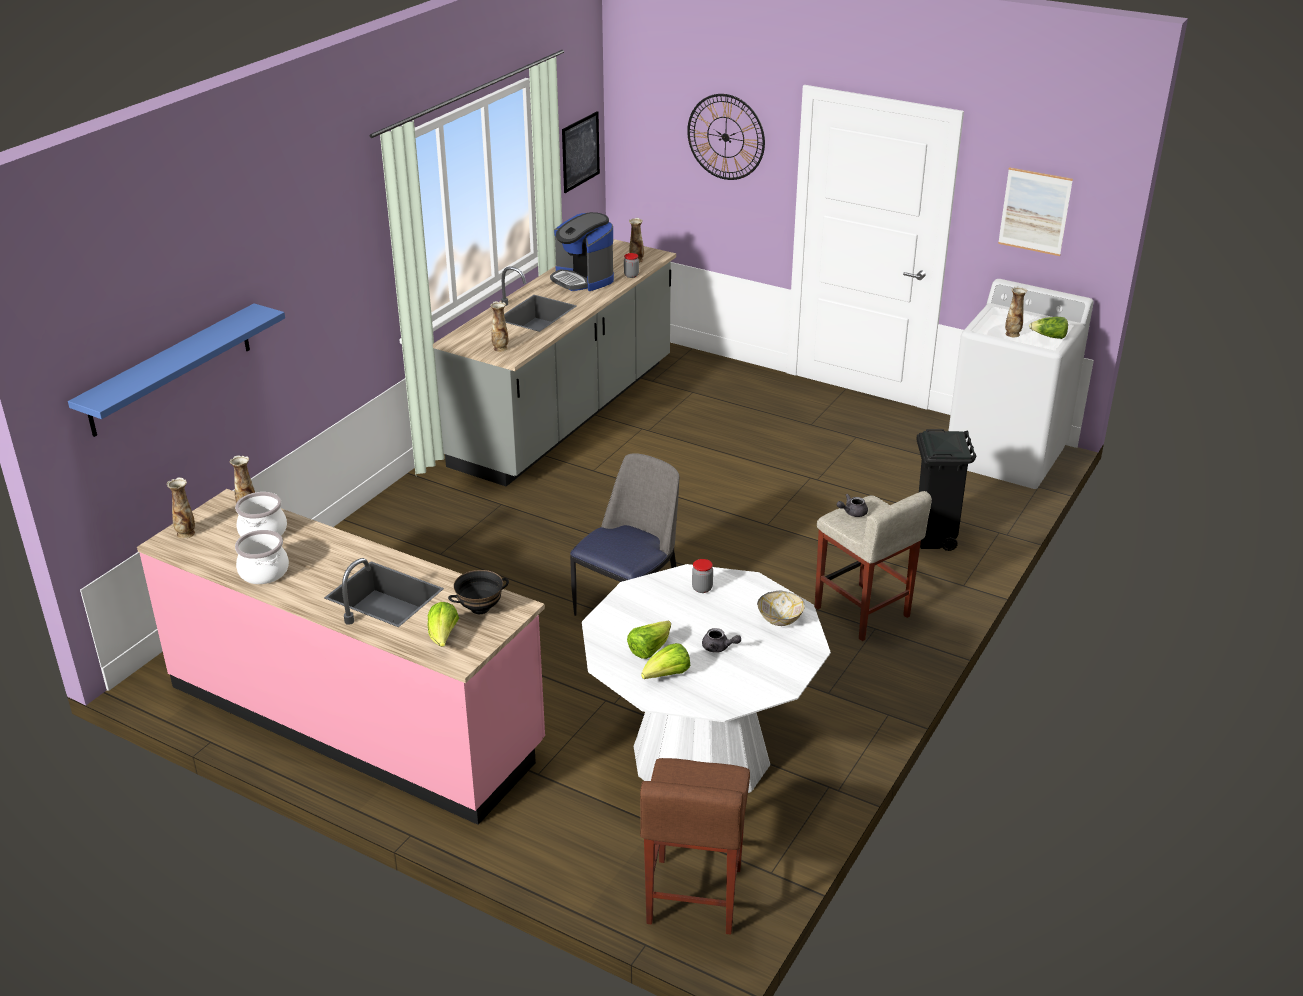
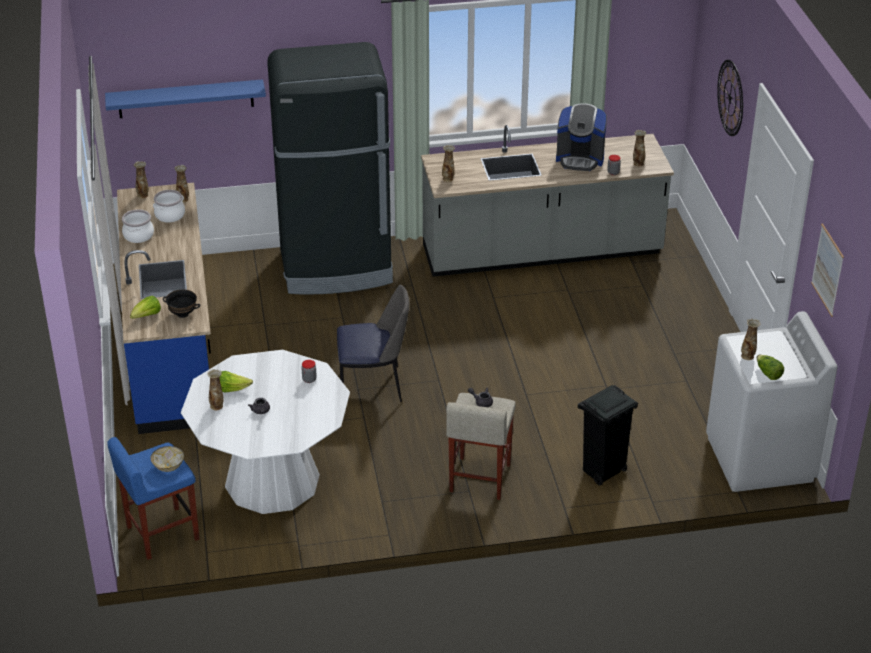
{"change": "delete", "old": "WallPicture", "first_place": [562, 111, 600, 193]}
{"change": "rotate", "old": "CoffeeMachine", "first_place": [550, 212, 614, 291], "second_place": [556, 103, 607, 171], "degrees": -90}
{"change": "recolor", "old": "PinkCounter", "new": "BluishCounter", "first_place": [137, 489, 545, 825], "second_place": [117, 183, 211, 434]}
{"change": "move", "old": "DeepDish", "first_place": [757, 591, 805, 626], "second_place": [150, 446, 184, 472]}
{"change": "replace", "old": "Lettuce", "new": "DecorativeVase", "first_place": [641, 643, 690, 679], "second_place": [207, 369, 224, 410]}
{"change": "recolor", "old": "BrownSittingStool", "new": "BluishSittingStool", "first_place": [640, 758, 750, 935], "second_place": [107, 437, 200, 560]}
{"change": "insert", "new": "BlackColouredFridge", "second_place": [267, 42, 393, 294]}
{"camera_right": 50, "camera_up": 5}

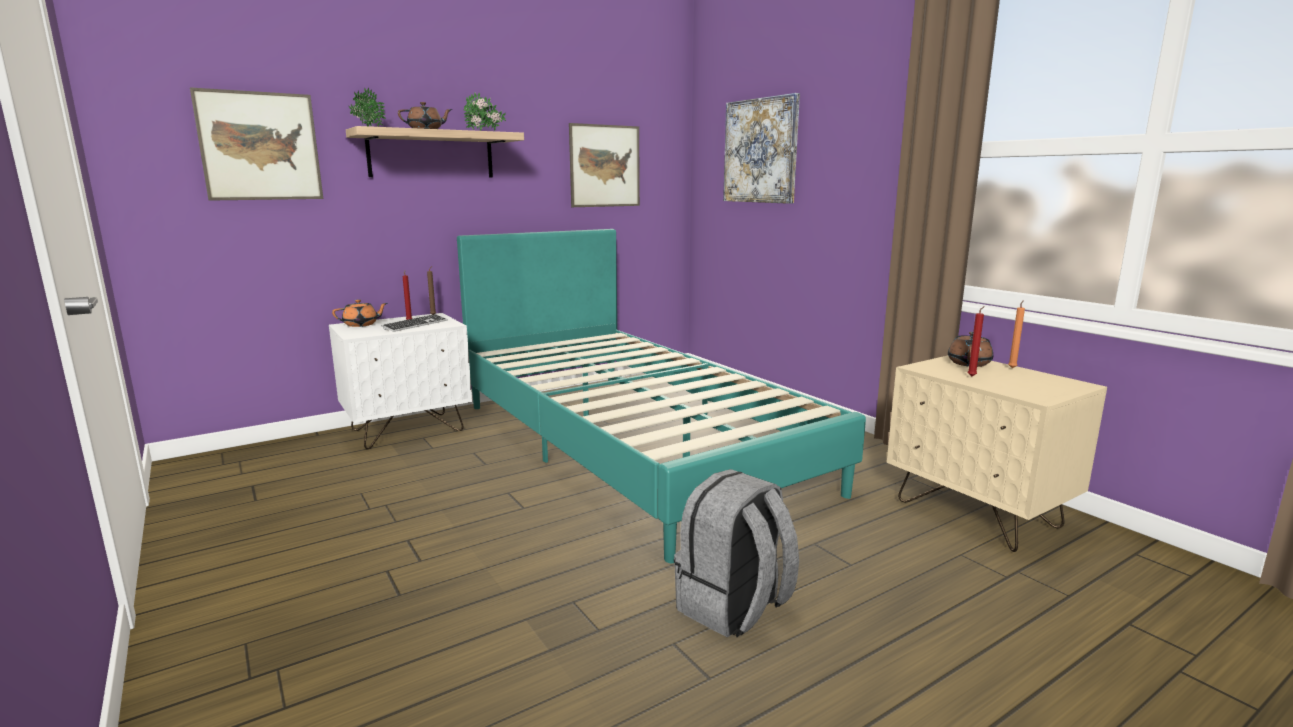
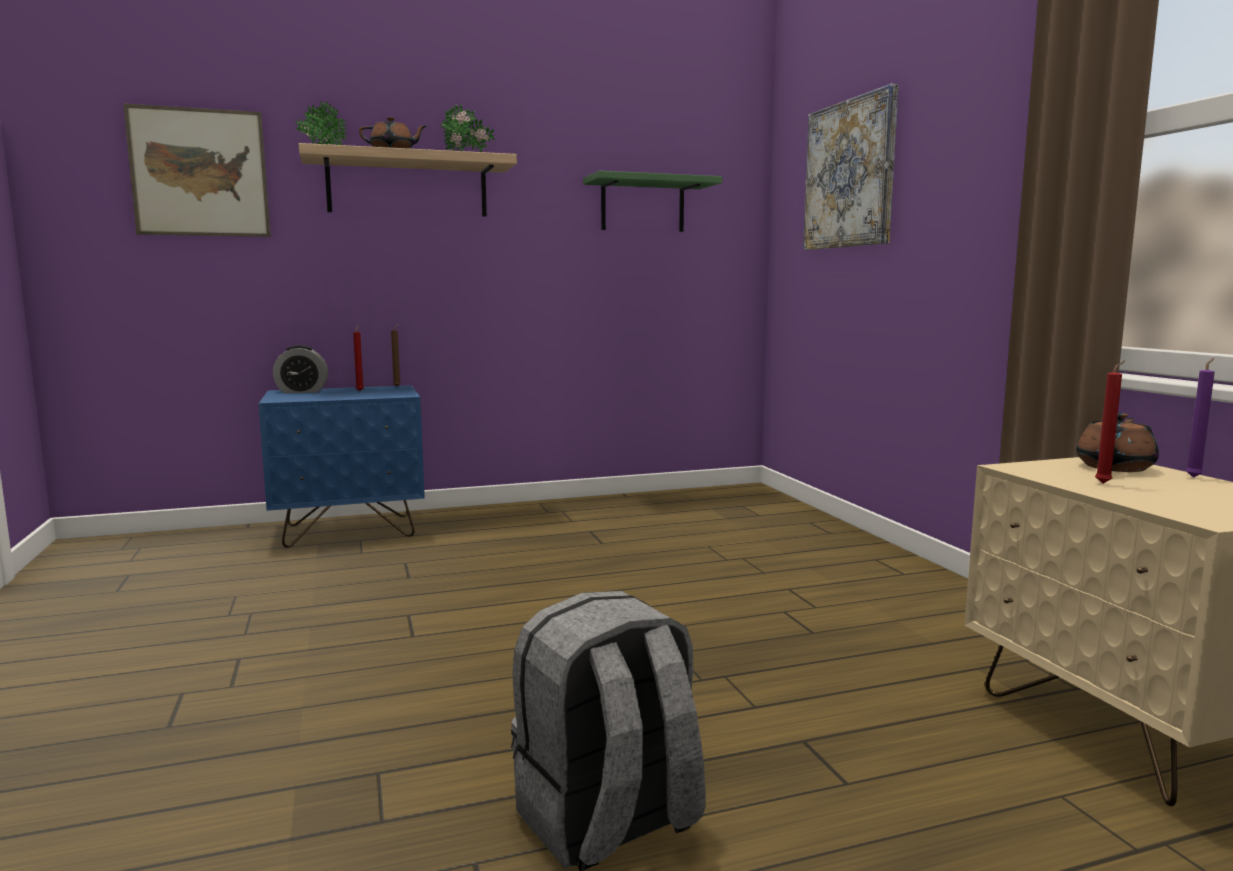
{"change": "replace", "old": "WallPicture", "new": "GreenColouredShelf", "first_place": [569, 123, 640, 207], "second_place": [583, 171, 722, 232]}
{"change": "delete", "old": "TurquoiseColouredBedroomBed", "first_place": [457, 229, 866, 563]}
{"change": "replace", "old": "OrangeyTeaPot", "new": "BedsideClock", "first_place": [332, 299, 387, 327], "second_place": [273, 345, 328, 393]}
{"change": "recolor", "old": "OrangeyWaxCandle", "new": "PurpleWaxCandle", "first_place": [1008, 300, 1025, 368], "second_place": [1185, 358, 1215, 478]}
{"change": "recolor", "old": "WhiteColouredNightstand", "new": "BluishNightstand", "first_place": [329, 313, 472, 449], "second_place": [258, 385, 425, 548]}
{"change": "delete", "old": "ComputerKeyboard", "first_place": [381, 314, 448, 332]}
{"camera_right": 15, "camera_up": -5}

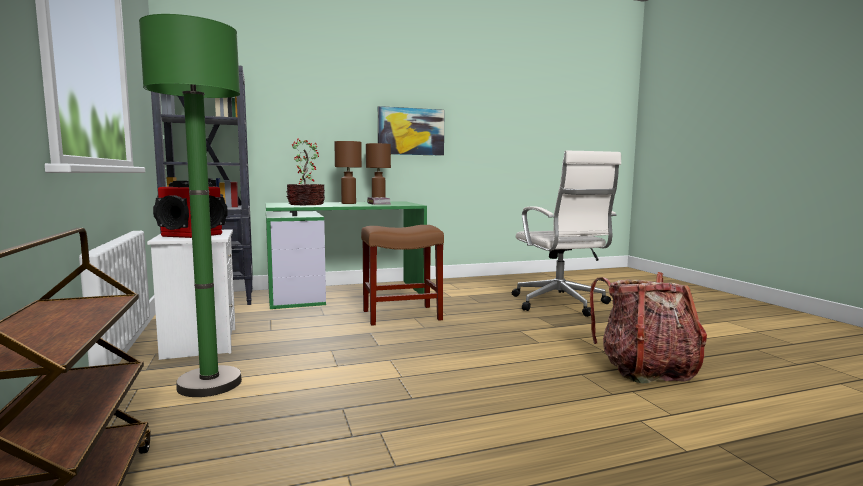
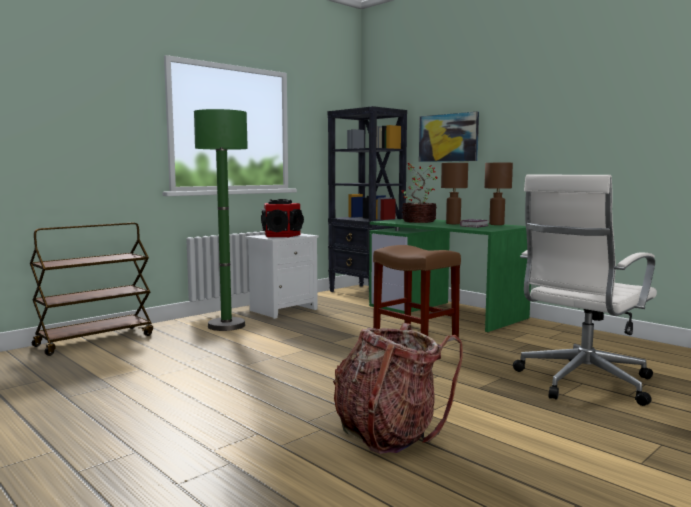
{"change": "move", "old": "WallPicture", "first_place": [378, 106, 445, 156], "second_place": [419, 112, 479, 162]}
{"camera_right": 65, "camera_up": 0}

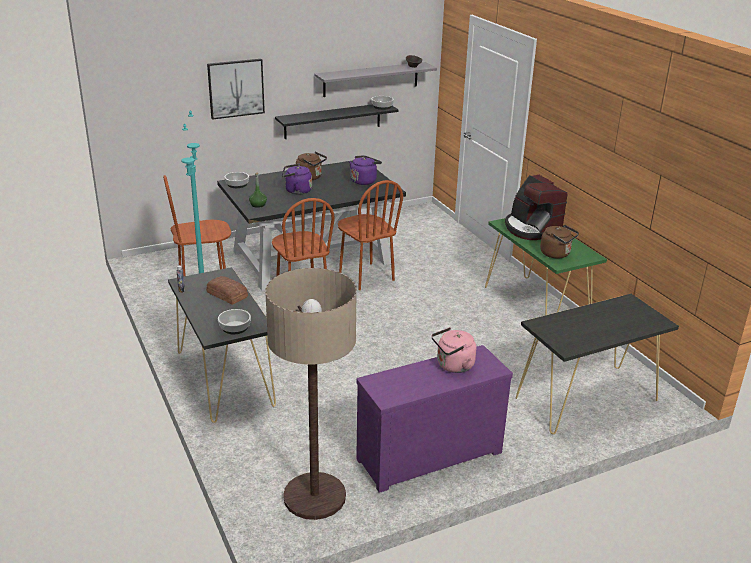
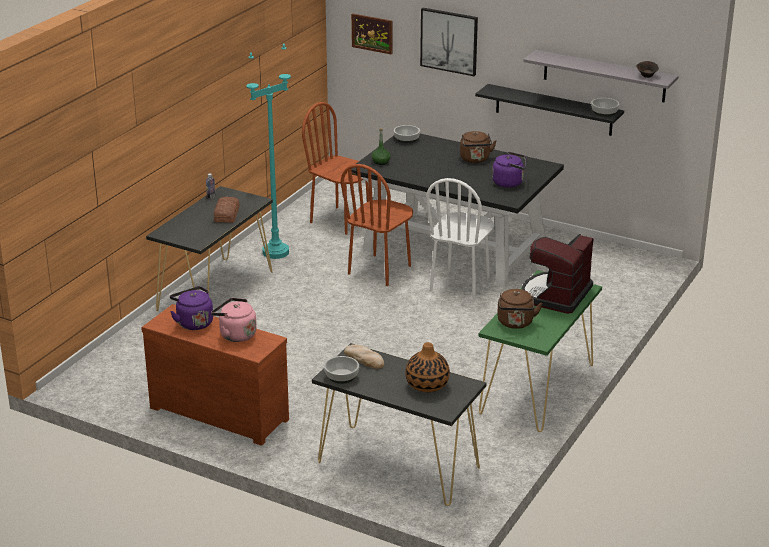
{"change": "move", "old": "PurpleWaterKettle", "first_place": [282, 164, 312, 195], "second_place": [170, 286, 213, 330]}
{"change": "recolor", "old": "BrownUprightChair", "new": "WhiteColouredUprightChair", "first_place": [338, 180, 403, 290], "second_place": [426, 178, 494, 300]}
{"change": "delete", "old": "StandingLamp", "first_place": [265, 268, 357, 520]}
{"change": "move", "old": "DeepDish", "first_place": [218, 309, 251, 334], "second_place": [324, 356, 359, 384]}
{"change": "recolor", "old": "PurpleChestOfDrawers", "new": "BrownChestOfDrawers", "first_place": [356, 345, 513, 493], "second_place": [141, 304, 289, 446]}
{"change": "insert", "new": "WallPicture", "second_place": [351, 13, 393, 55]}
{"change": "insert", "new": "DecorativeVase", "second_place": [405, 342, 450, 392]}
{"change": "insert", "new": "BakeryBread", "second_place": [344, 344, 384, 369]}
{"camera_right": 55, "camera_up": 0}

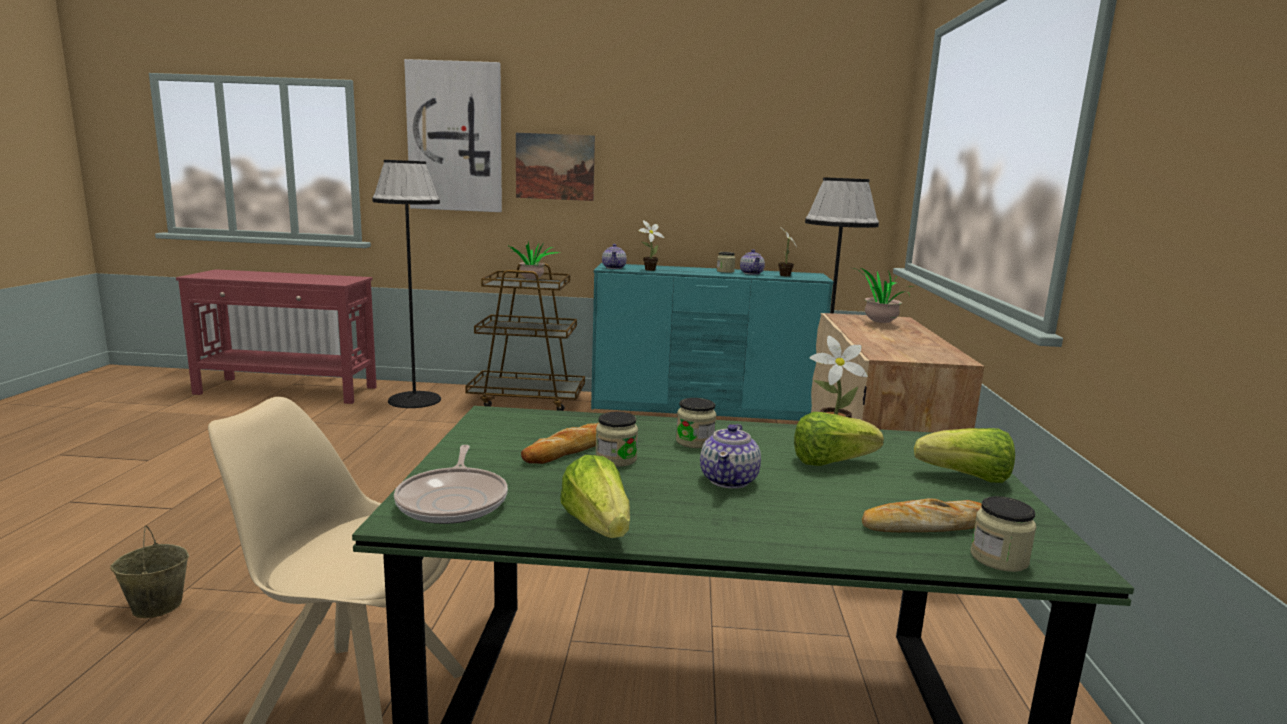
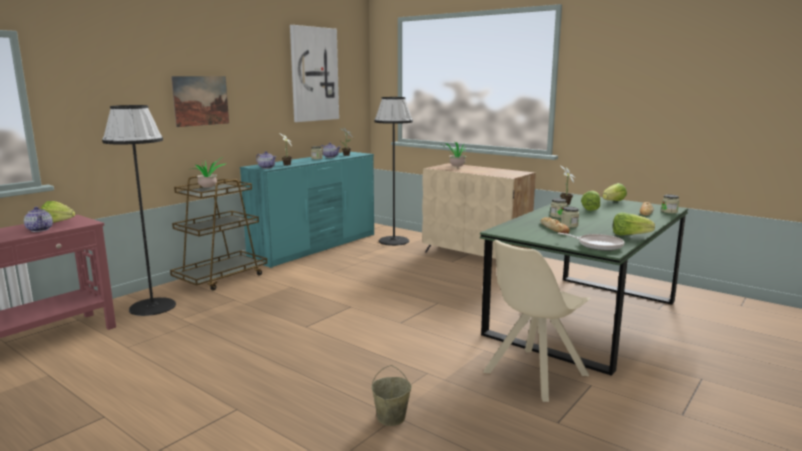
{"change": "move", "old": "WallPicture", "first_place": [404, 59, 502, 212], "second_place": [290, 25, 339, 122]}
{"change": "move", "old": "TeaPot", "first_place": [700, 424, 761, 489], "second_place": [24, 207, 53, 232]}
{"change": "insert", "new": "Lettuce", "second_place": [41, 201, 75, 223]}
{"camera_right": -55, "camera_up": 0}

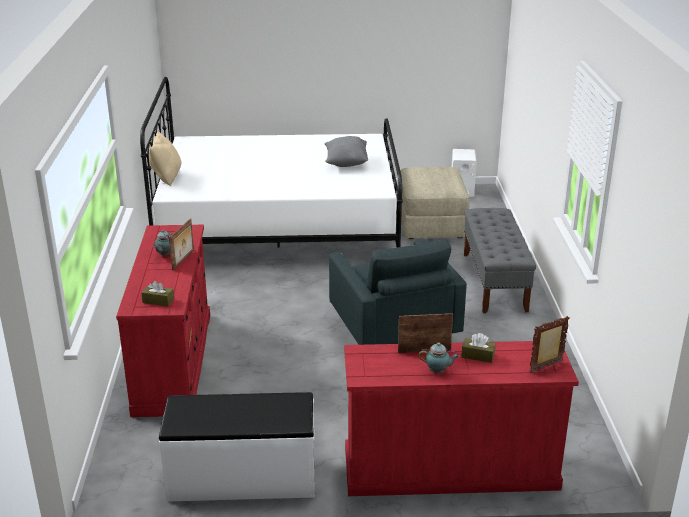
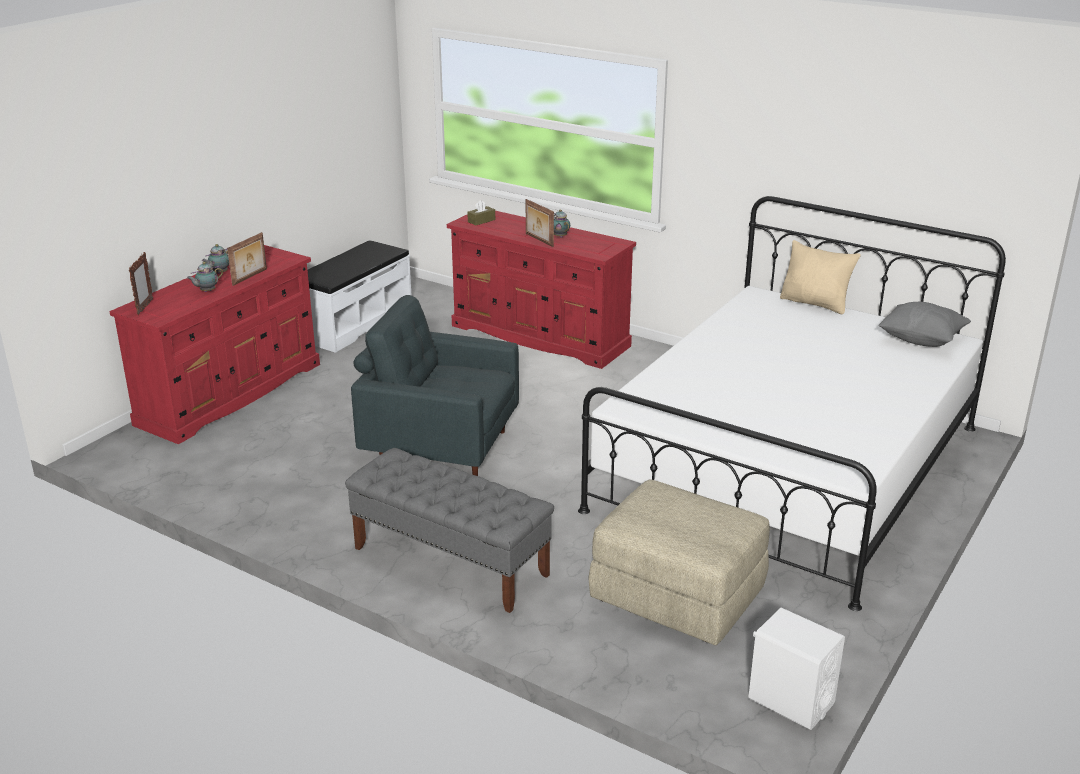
{"change": "move", "old": "GreyThrowPillow", "first_place": [325, 136, 368, 167], "second_place": [878, 302, 971, 347]}
{"change": "replace", "old": "BrownTissueBox", "new": "TeaPot", "first_place": [461, 333, 496, 363], "second_place": [187, 262, 223, 292]}
{"camera_right": 125, "camera_up": 0}

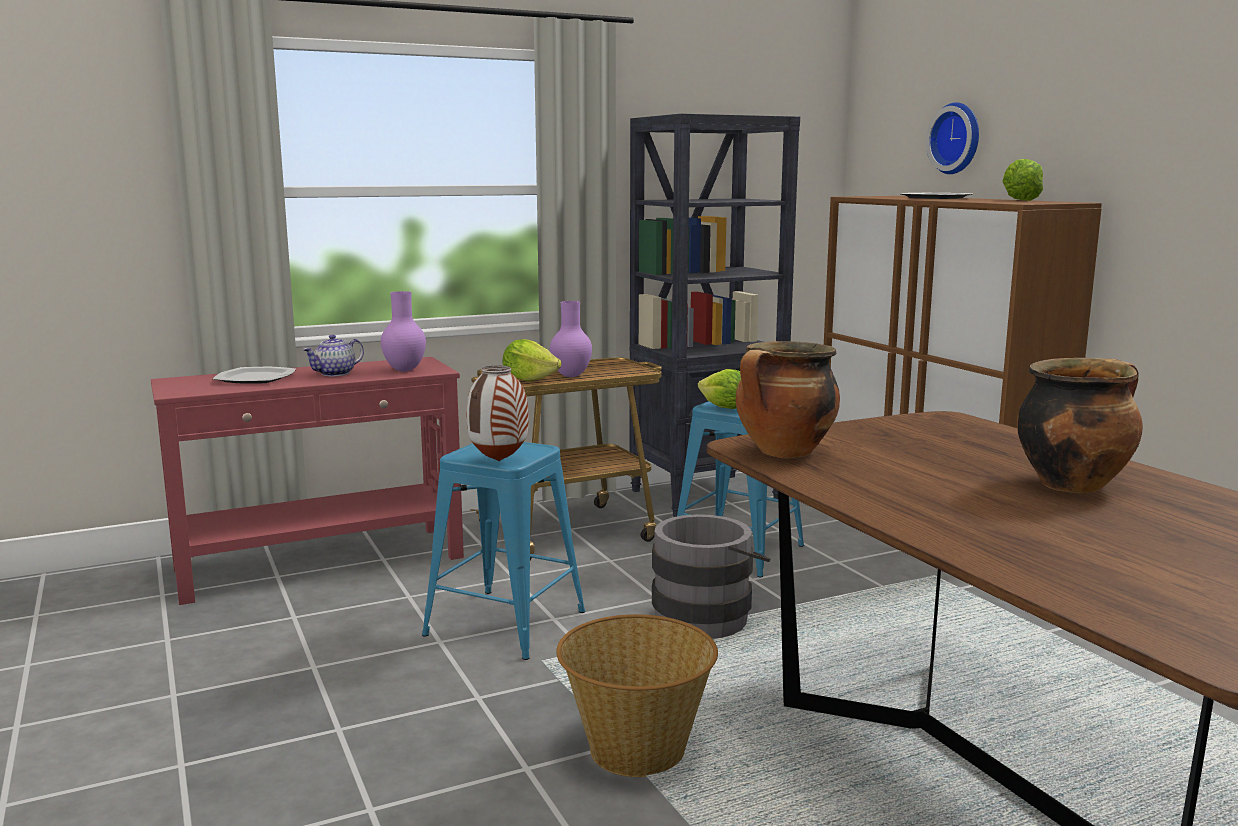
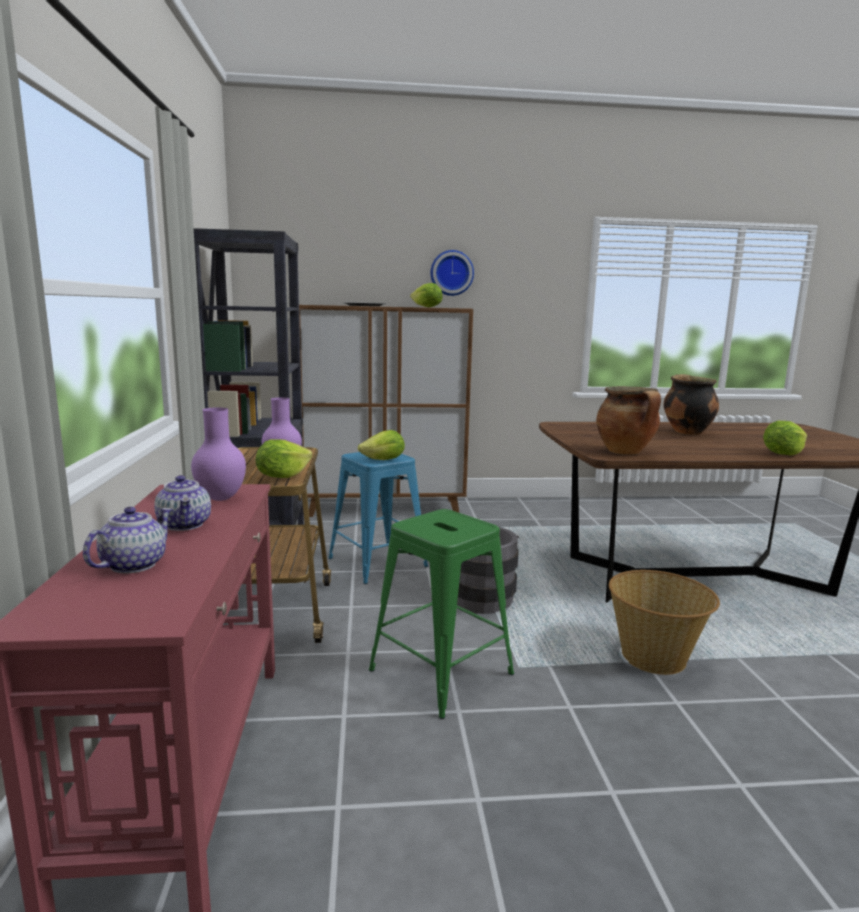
{"change": "move", "old": "HangingClock", "first_place": [926, 102, 979, 174], "second_place": [431, 250, 474, 296]}
{"change": "delete", "old": "DecorativeVase", "first_place": [467, 366, 529, 461]}
{"change": "replace", "old": "DinnerPlate", "new": "TeaPot", "first_place": [213, 367, 296, 384], "second_place": [83, 507, 172, 573]}
{"change": "recolor", "old": "BluishSittingStool", "new": "GreenColouredSittingStool", "first_place": [422, 442, 585, 660], "second_place": [369, 509, 514, 719]}
{"change": "insert", "new": "Lettuce", "second_place": [763, 421, 808, 456]}
{"camera_right": -70, "camera_up": 0}

